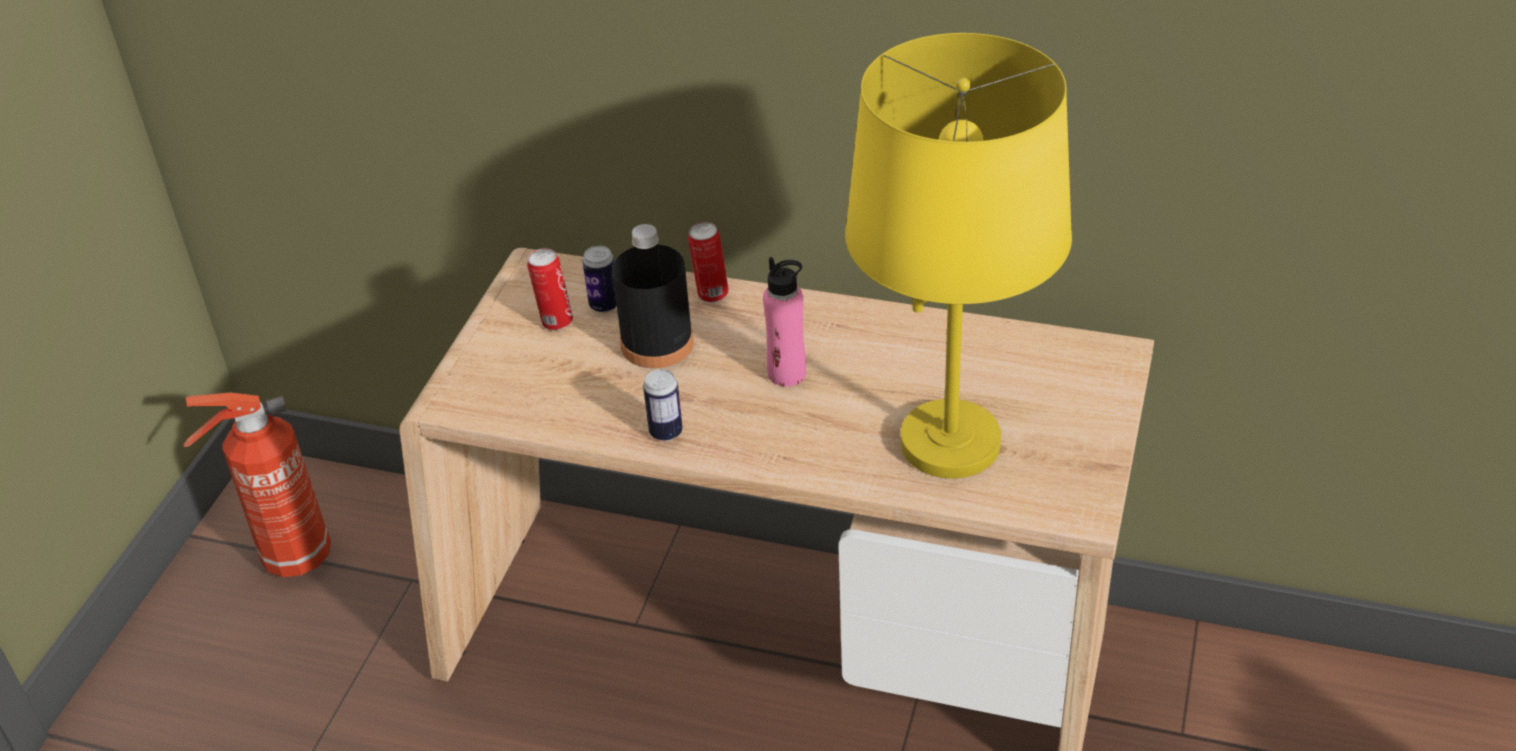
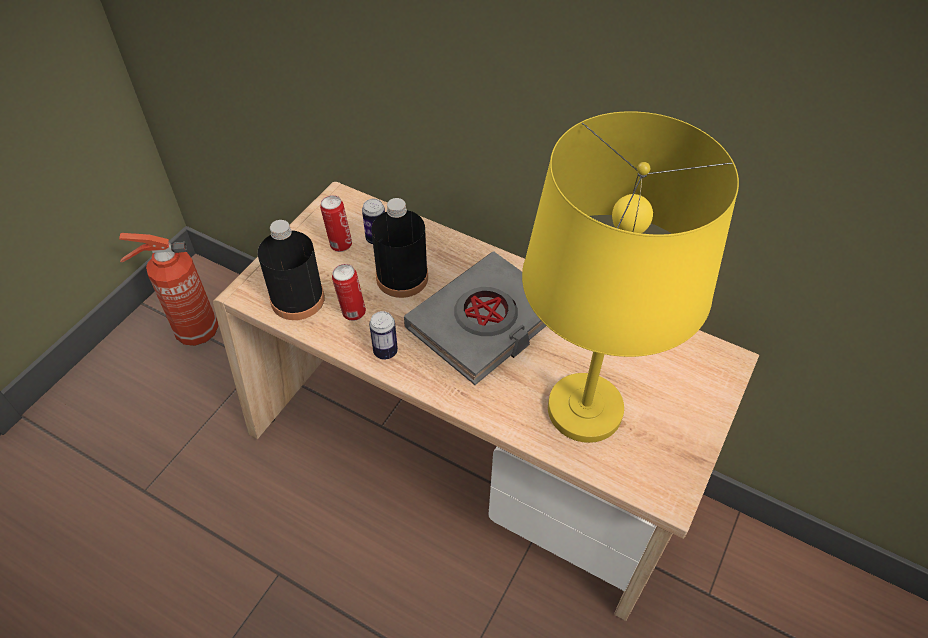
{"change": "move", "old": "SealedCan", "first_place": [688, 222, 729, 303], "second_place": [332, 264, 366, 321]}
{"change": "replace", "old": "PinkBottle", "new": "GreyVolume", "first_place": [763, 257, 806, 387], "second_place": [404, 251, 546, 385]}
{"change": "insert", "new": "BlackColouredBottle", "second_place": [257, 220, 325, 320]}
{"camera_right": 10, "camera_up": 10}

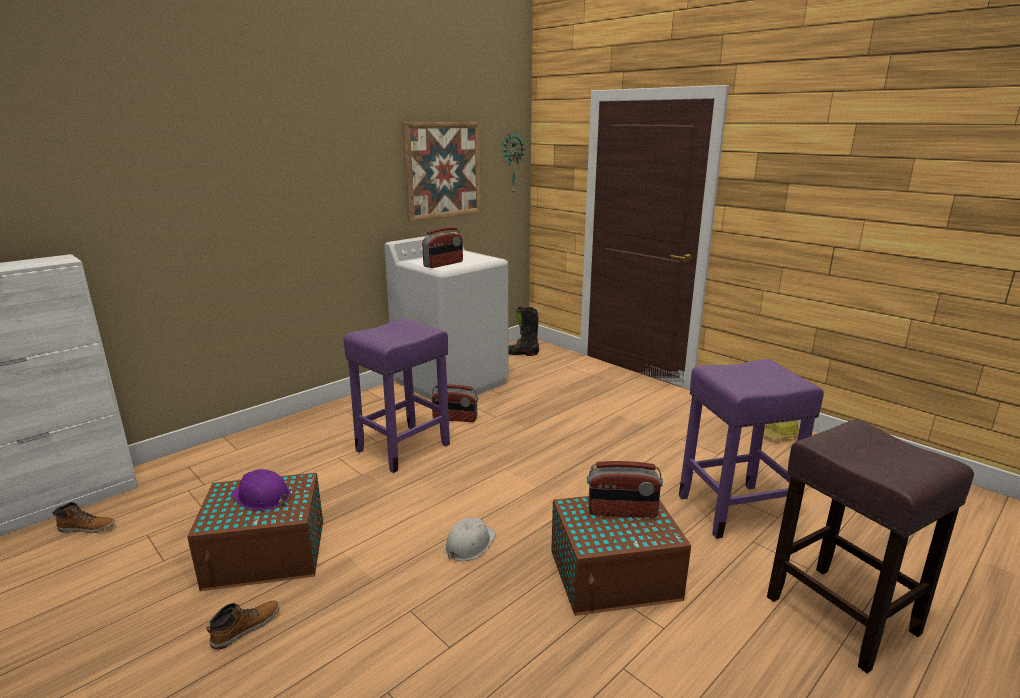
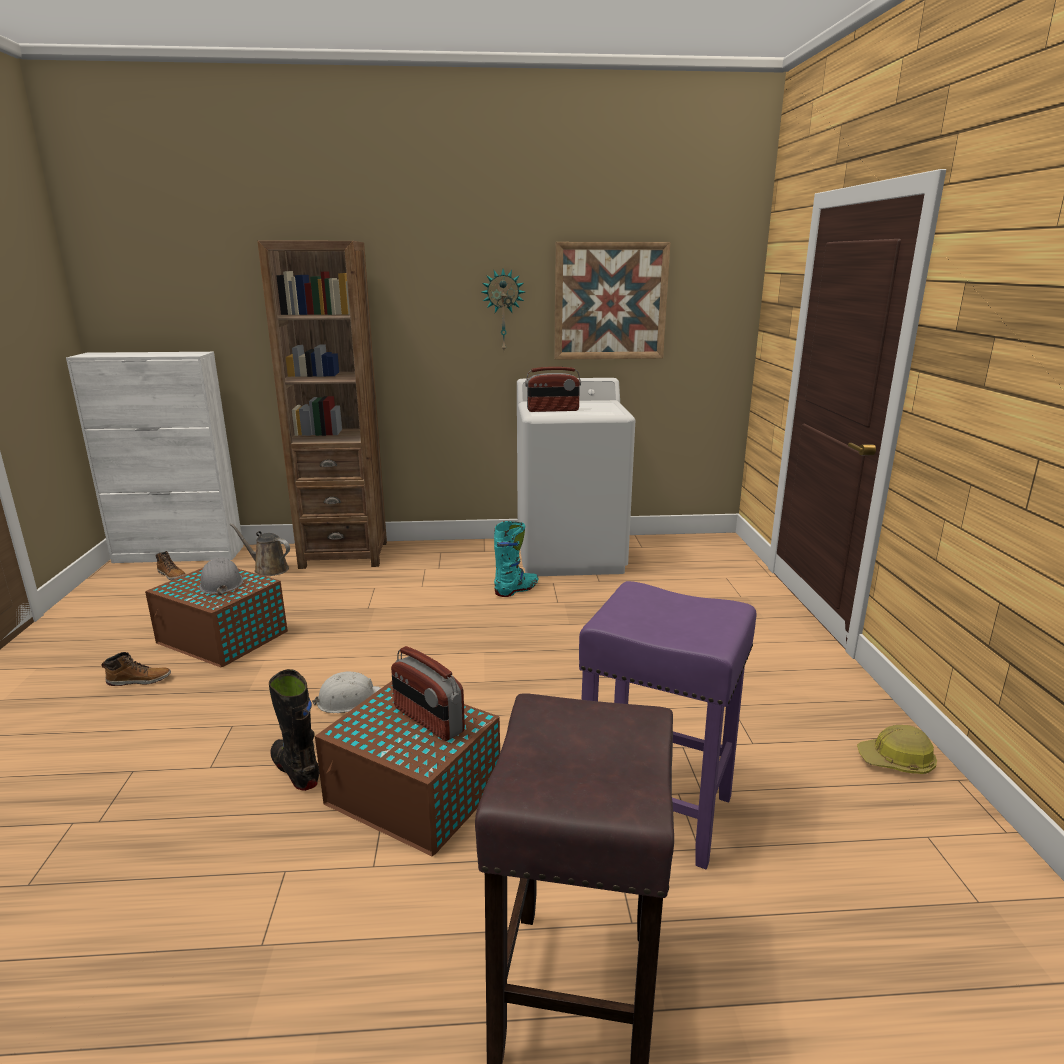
{"change": "move", "old": "HangingClock", "first_place": [502, 133, 525, 194], "second_place": [481, 269, 525, 350]}
{"change": "move", "old": "BlackColouredBoot", "first_place": [508, 307, 539, 356], "second_place": [269, 669, 319, 791]}
{"change": "delete", "old": "PurpleSittingStool", "first_place": [343, 318, 450, 473]}
{"change": "replace", "old": "Radio", "new": "TurquoiseColouredBoot", "first_place": [431, 384, 478, 422], "second_place": [494, 521, 539, 597]}
{"change": "recolor", "old": "PurpleSafetyHelmet", "new": "GreySafetyHelmet", "first_place": [231, 469, 291, 511], "second_place": [199, 558, 243, 595]}
{"change": "insert", "new": "BrownBookshelf", "second_place": [257, 241, 387, 569]}
{"change": "insert", "new": "BrownSprinklingCan", "second_place": [230, 523, 290, 576]}
{"camera_right": 40, "camera_up": 0}

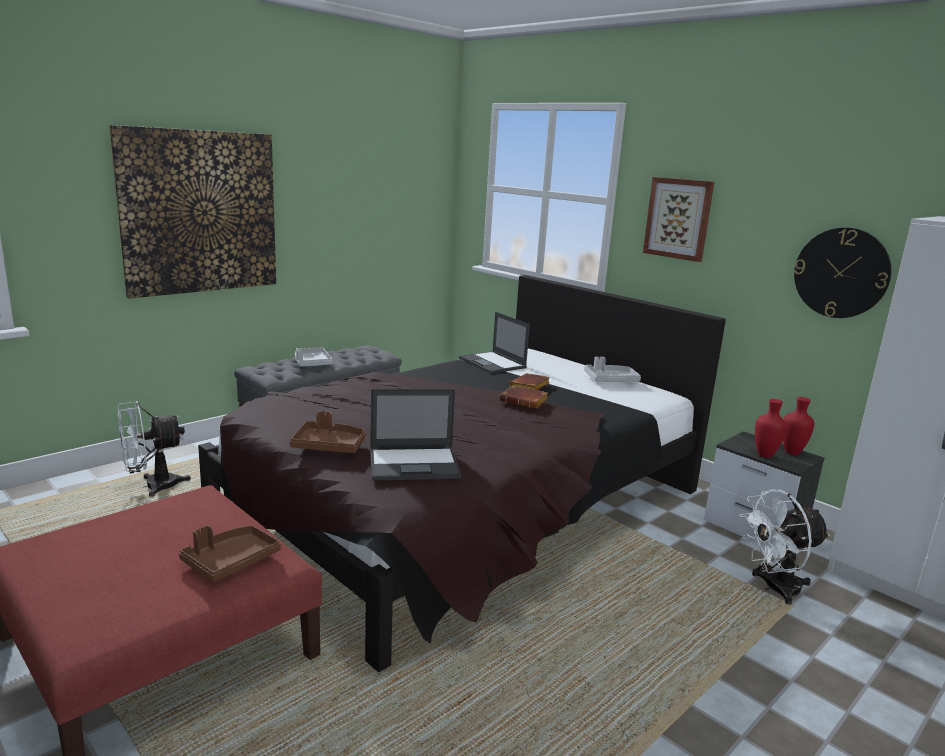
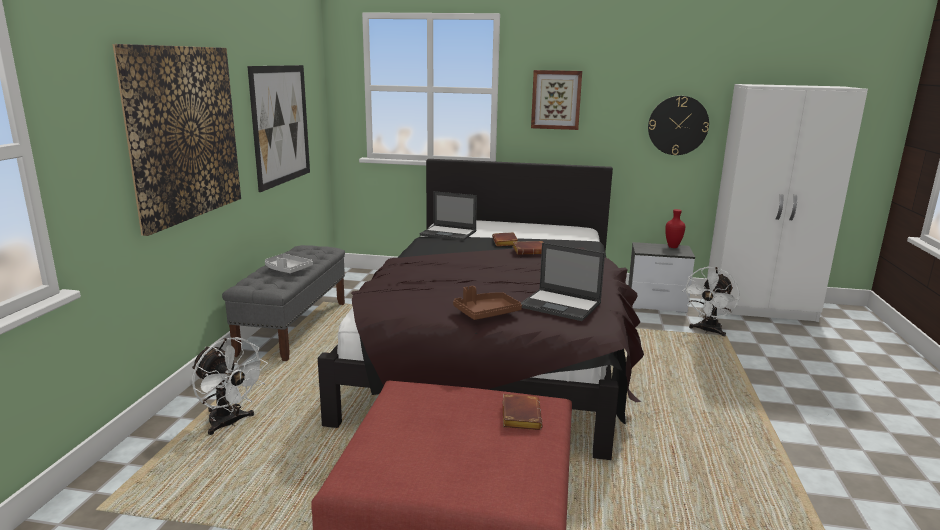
{"change": "delete", "old": "GreyCarryingTray", "first_place": [584, 357, 641, 382]}
{"change": "rotate", "old": "NotebookComputer", "first_place": [370, 389, 461, 480], "second_place": [521, 243, 605, 321], "degrees": 75}
{"change": "delete", "old": "ReddishDecorativeVase", "first_place": [755, 399, 787, 458]}
{"change": "rotate", "old": "WhiteColouredElectricFan", "first_place": [118, 401, 191, 497], "second_place": [192, 337, 268, 435], "degrees": -75}
{"change": "replace", "old": "BrownCarryingTray", "new": "BrownVolume", "first_place": [179, 525, 281, 582], "second_place": [503, 394, 542, 430]}
{"change": "insert", "new": "WallPicture", "second_place": [247, 65, 310, 192]}
{"camera_right": -35, "camera_up": 0}

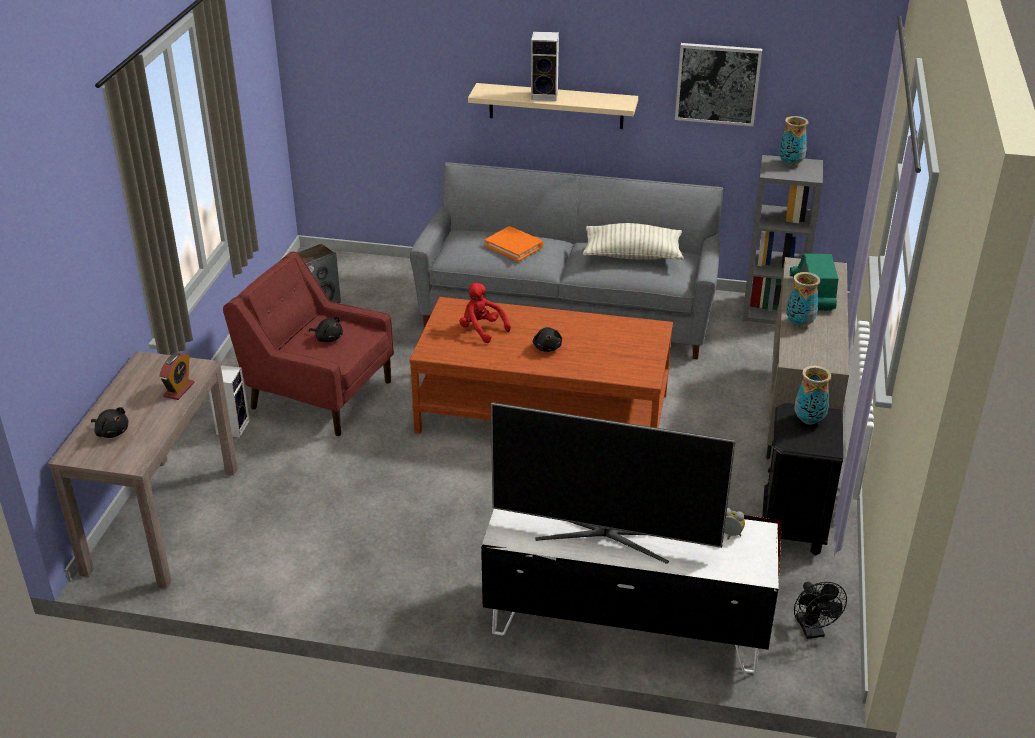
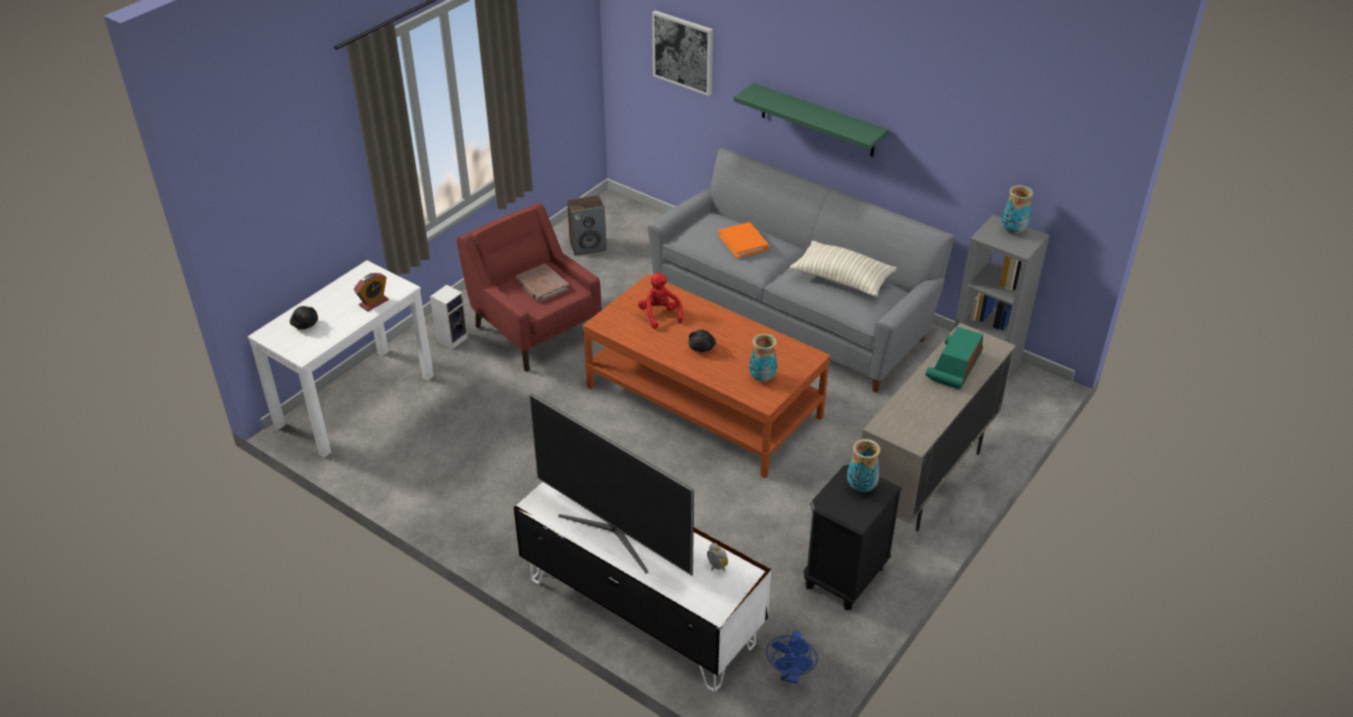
{"change": "delete", "old": "Loudspeaker", "first_place": [531, 31, 559, 101]}
{"change": "move", "old": "WallPicture", "first_place": [675, 43, 762, 126], "second_place": [652, 10, 713, 96]}
{"change": "recolor", "old": "SandColouredShelf", "new": "GreenColouredShelf", "first_place": [468, 83, 638, 129], "second_place": [734, 83, 889, 157]}
{"change": "move", "old": "DecorativeVase", "first_place": [786, 272, 820, 327], "second_place": [749, 334, 777, 382]}
{"change": "replace", "old": "BlackColouredCuddlyToy", "new": "BrownVolume", "first_place": [309, 316, 343, 342], "second_place": [515, 263, 569, 303]}
{"change": "recolor", "old": "BrownConsoleTable", "new": "WhiteColouredConsoleTable", "first_place": [48, 351, 238, 589], "second_place": [247, 260, 434, 458]}
{"change": "recolor", "old": "BlackColouredElectricFan", "new": "BluishElectricFan", "first_place": [794, 582, 847, 639], "second_place": [766, 631, 818, 684]}
{"camera_right": 25, "camera_up": 5}

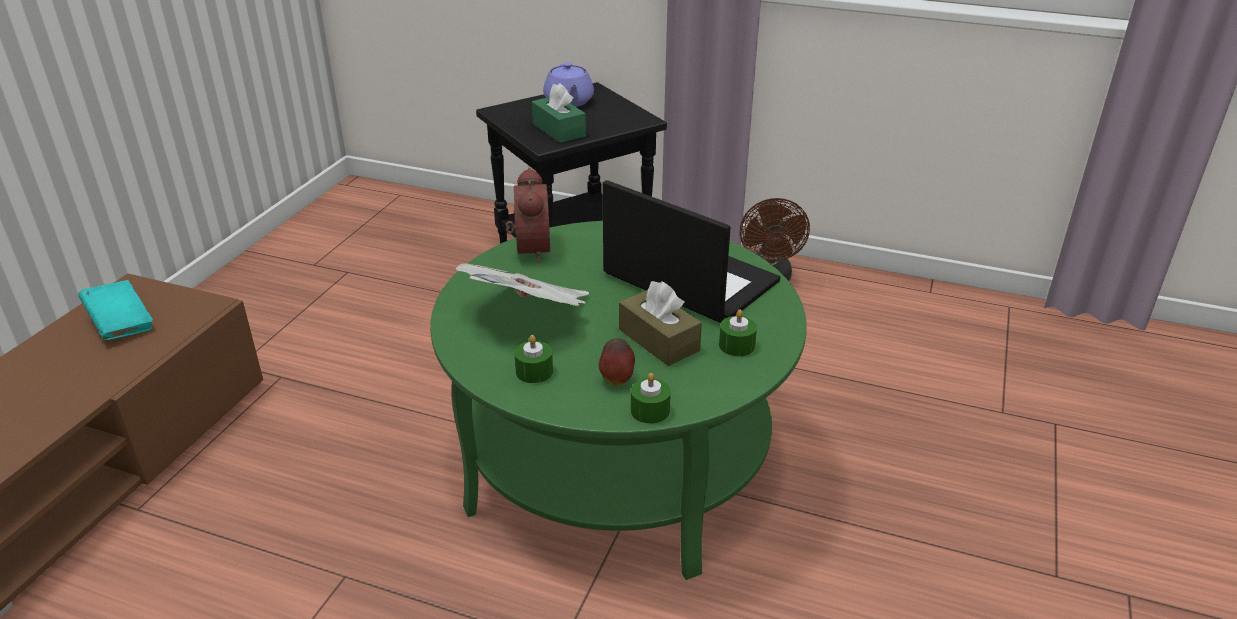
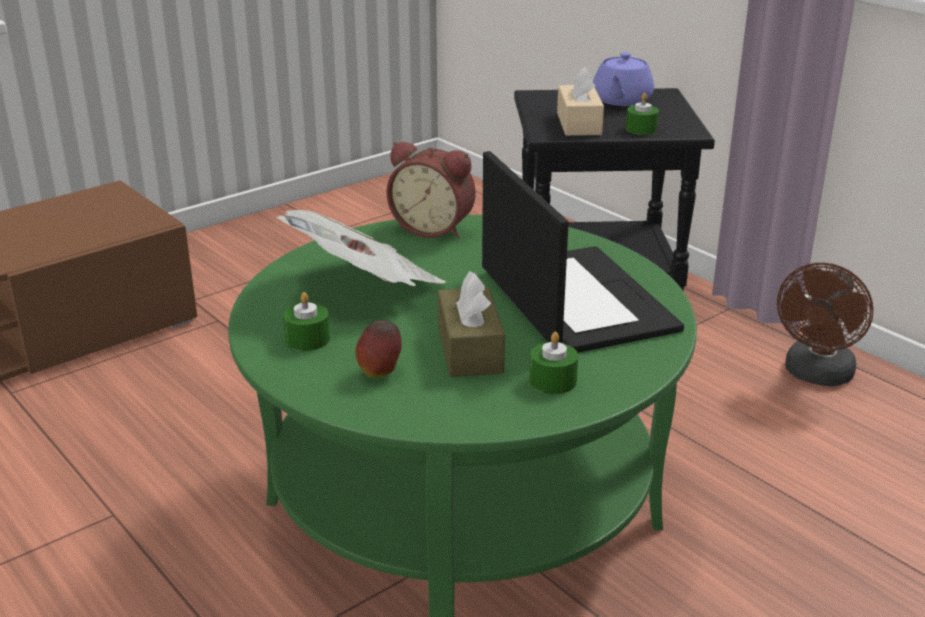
{"change": "recolor", "old": "GreenColouredTissueBox", "new": "SandColouredTissueBox", "first_place": [532, 83, 586, 143], "second_place": [557, 67, 604, 136]}
{"change": "rotate", "old": "BedsideClock", "first_place": [506, 167, 550, 262], "second_place": [386, 141, 476, 238], "degrees": 90}
{"change": "delete", "old": "TurquoiseColouredVolume", "first_place": [78, 280, 153, 340]}
{"change": "move", "old": "GreenColouredWaxCandle", "first_place": [631, 373, 671, 424], "second_place": [626, 93, 659, 135]}
{"camera_right": 30, "camera_up": -5}

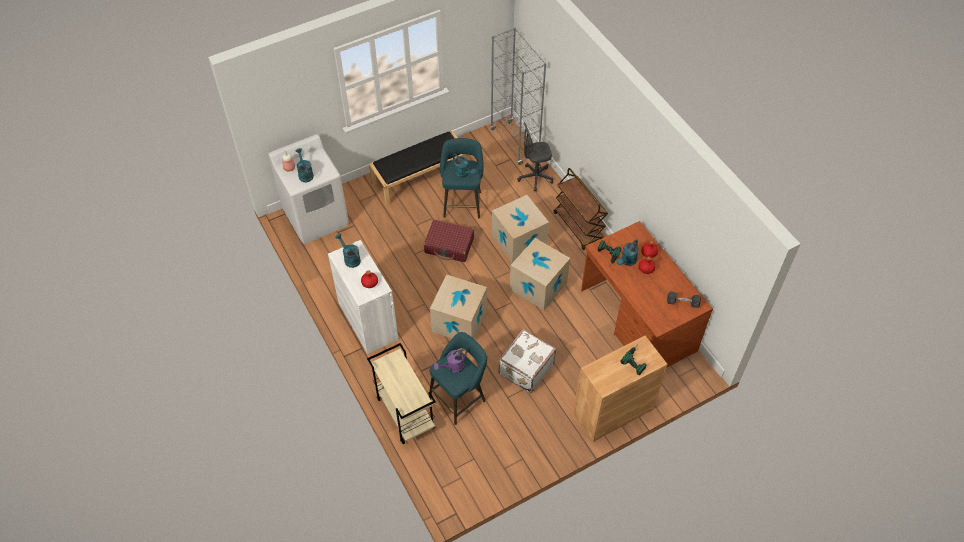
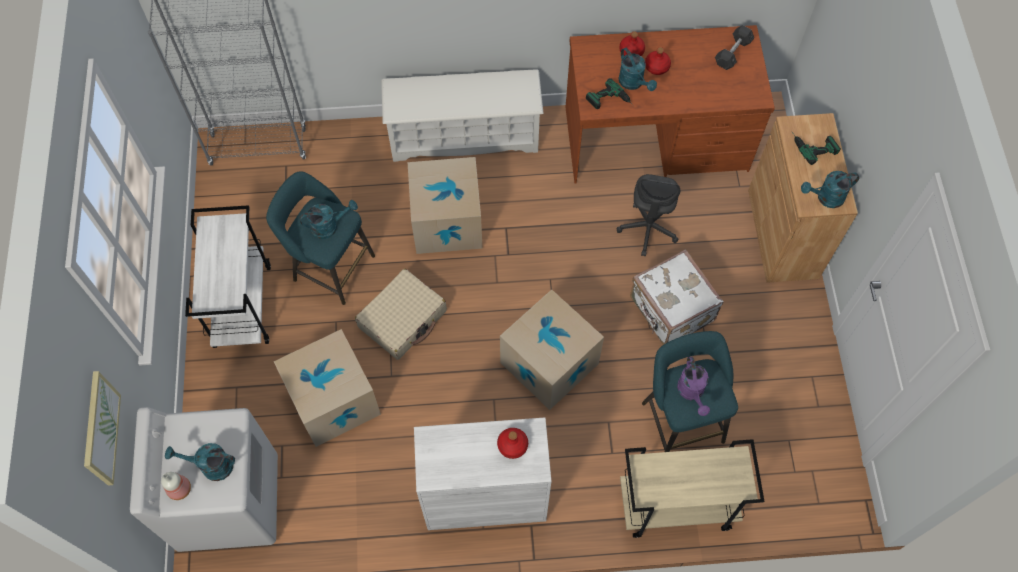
{"change": "move", "old": "GreyOfficeChair", "first_place": [517, 123, 553, 191], "second_place": [616, 174, 680, 257]}
{"change": "replace", "old": "BlackColouredBench", "new": "WhiteColouredTrolley", "first_place": [369, 130, 469, 206], "second_place": [185, 205, 271, 348]}
{"change": "replace", "old": "BrownTrolley", "new": "WhiteColouredShoeStand", "first_place": [554, 168, 608, 250], "second_place": [381, 69, 544, 162]}
{"change": "recolor", "old": "ReddishSuitcase", "new": "SandColouredSuitcase", "first_place": [424, 220, 474, 262], "second_place": [355, 269, 447, 360]}
{"change": "move", "old": "TurquoiseColouredSprinklingCan", "first_place": [335, 234, 361, 268], "second_place": [801, 171, 859, 208]}
{"change": "move", "old": "Carton", "first_place": [510, 238, 570, 310], "second_place": [274, 329, 381, 447]}
{"change": "insert", "new": "WallPicture", "second_place": [84, 371, 121, 485]}
{"camera_right": -65, "camera_up": 10}

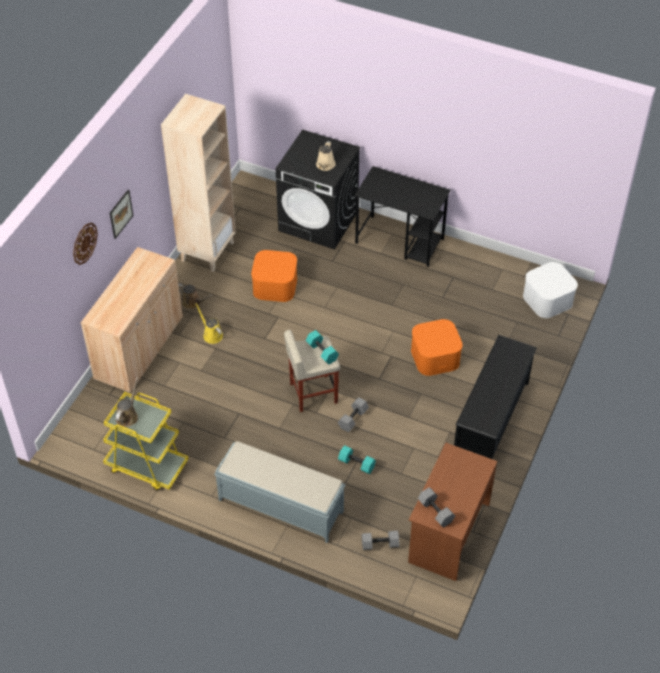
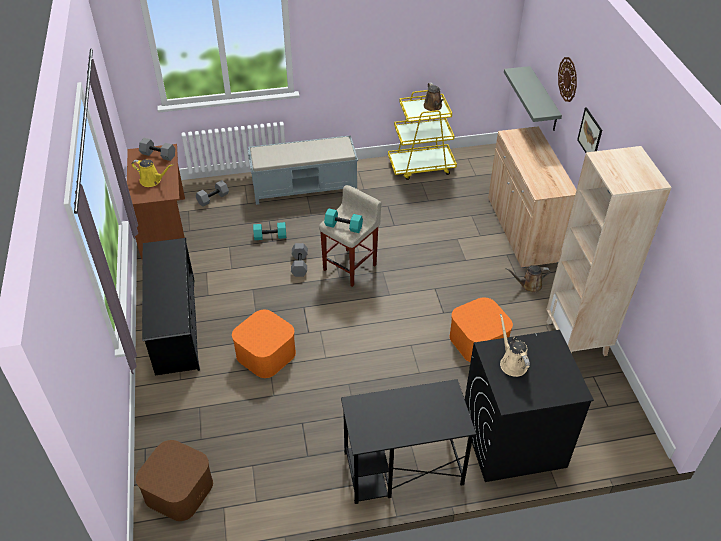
{"change": "recolor", "old": "WhiteColouredStorageContainer", "new": "BrownStorageContainer", "first_place": [523, 262, 578, 318], "second_place": [136, 440, 213, 521]}
{"change": "move", "old": "YellowSprinklingCan", "first_place": [195, 303, 223, 344], "second_place": [132, 159, 173, 187]}
{"change": "insert", "new": "GreyShelf", "second_place": [504, 66, 562, 131]}
{"camera_right": 145, "camera_up": -5}

